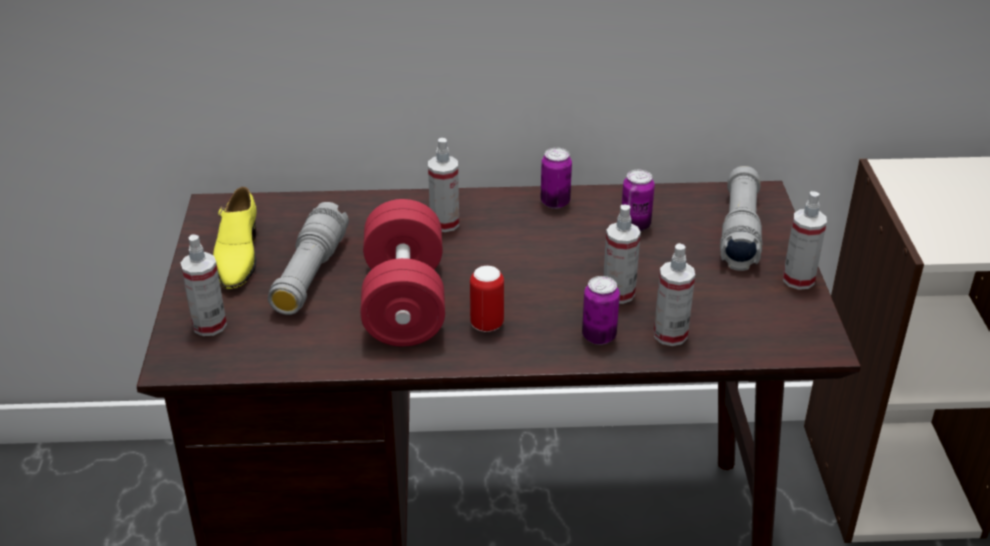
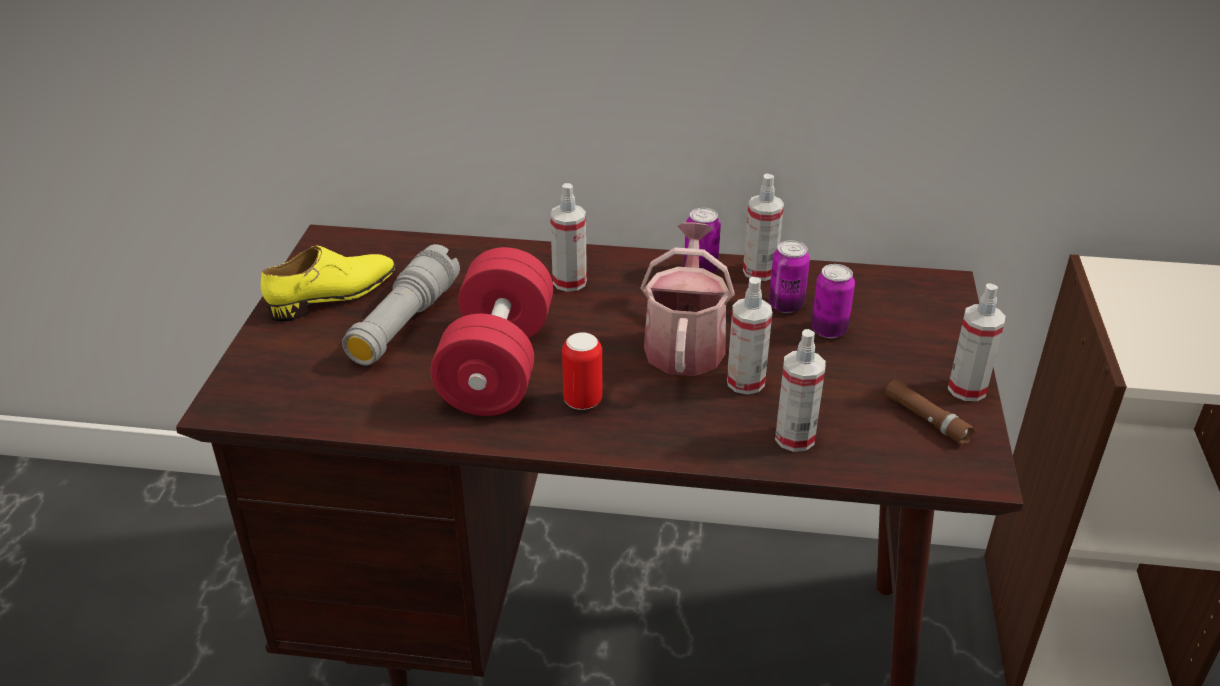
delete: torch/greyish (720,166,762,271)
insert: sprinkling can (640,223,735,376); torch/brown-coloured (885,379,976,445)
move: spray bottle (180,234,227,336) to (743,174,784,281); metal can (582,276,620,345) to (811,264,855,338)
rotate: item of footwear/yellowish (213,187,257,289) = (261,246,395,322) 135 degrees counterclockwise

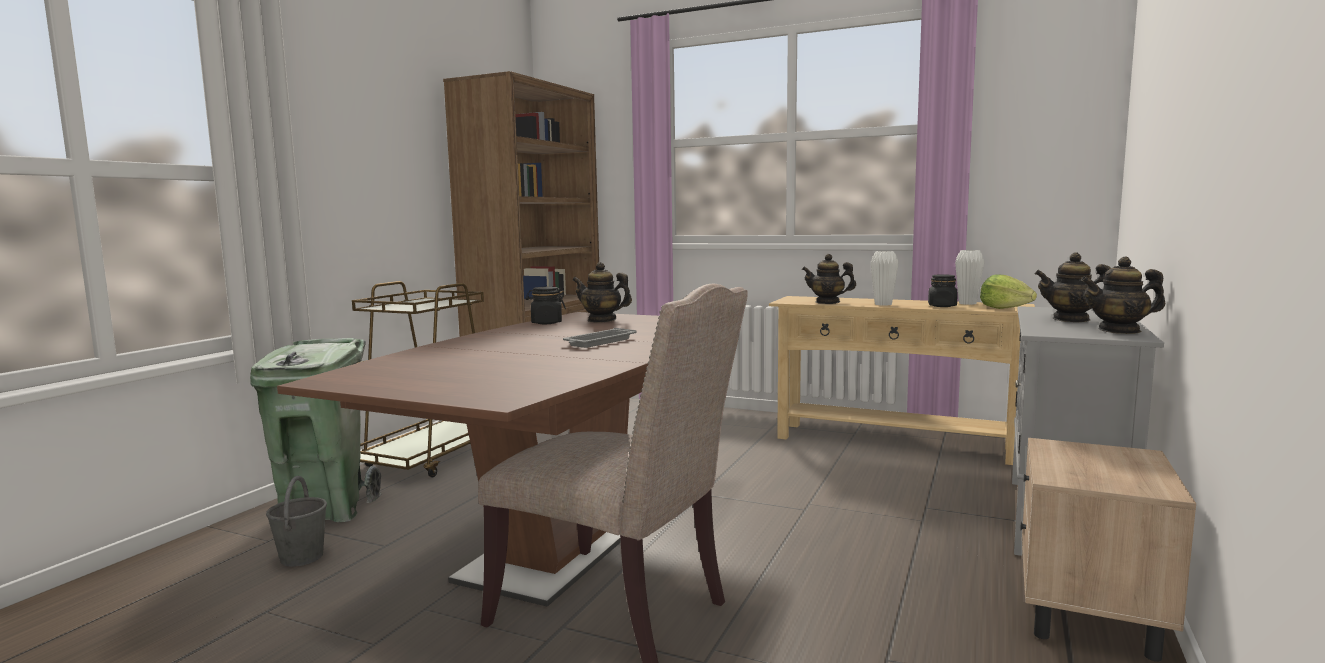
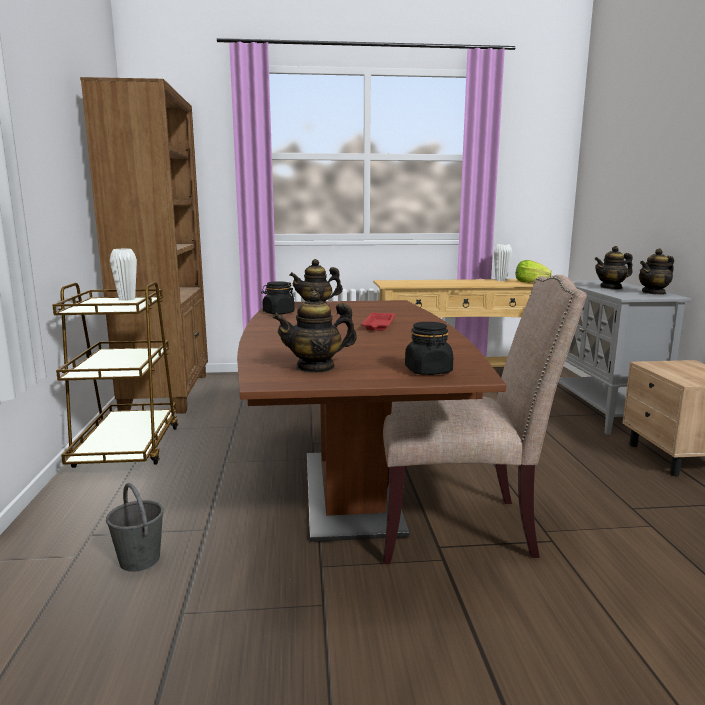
delete: rubbish bin/green (250,338,381,522)
move: vase/white (871,251,899,306) to (110,249,137,301); teapot (802,254,856,304) to (273,291,357,373); preserve jar/black-coloured (928,274,958,307) to (405,322,453,375)
recolor: tray/greyish (563,328,637,348) to tray/red-coloured (362,313,396,331)

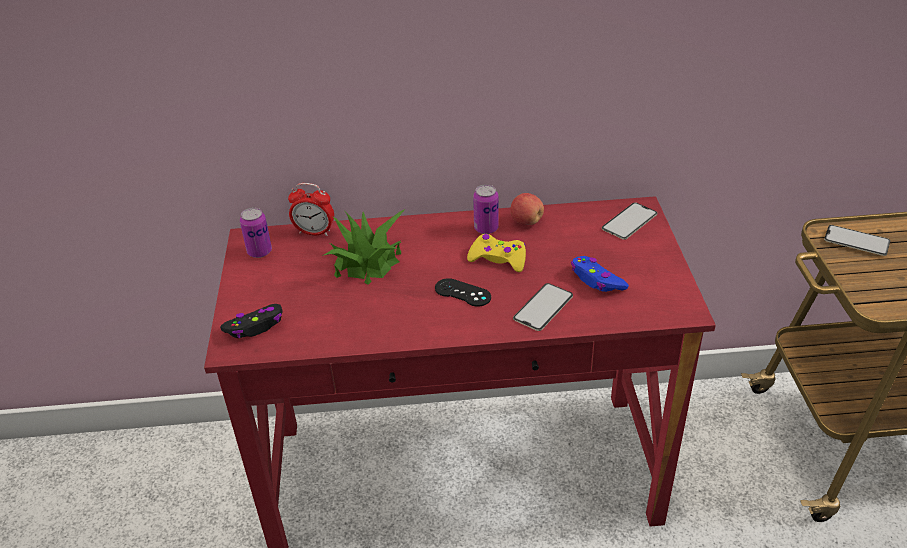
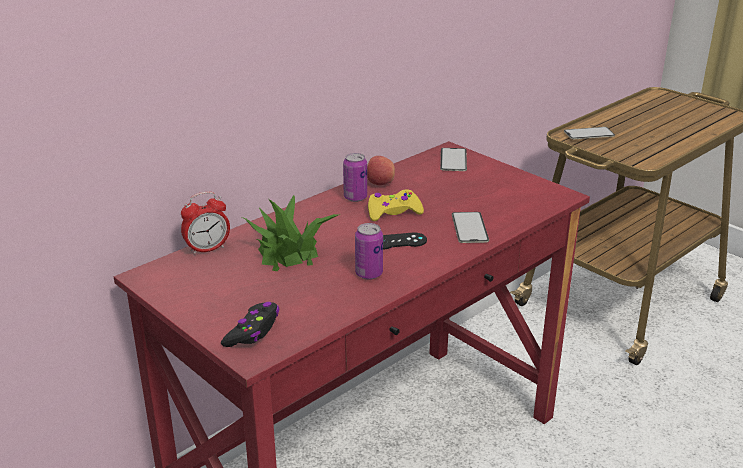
delete: gamepad/blue-coloured (571,256,629,292)
move: metal can (240,208,272,258) to (355,223,383,280)

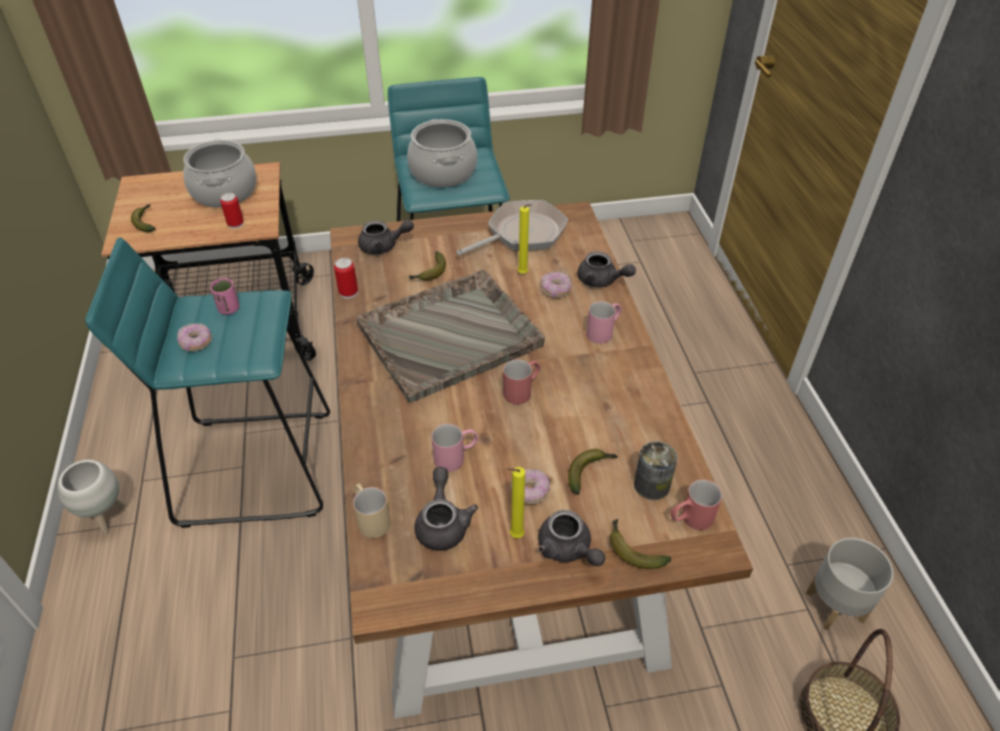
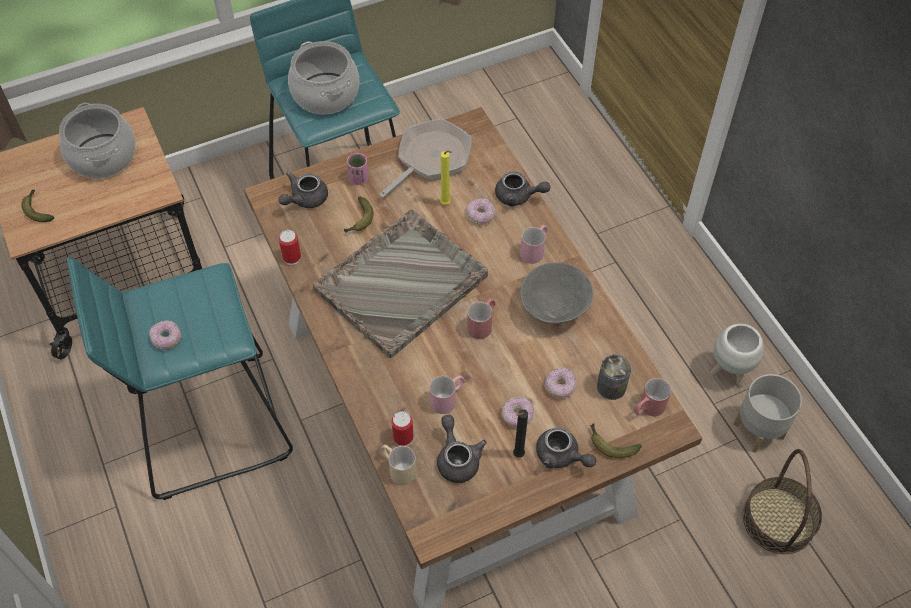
insert: serving bowl/greyish (520,262,593,324)
move: metal can (220,193,244,229) to (391,411,414,446); drinking cup/pinkish (210,278,240,315) to (347,153,368,185); planter/white (58,460,126,535) to (711,323,764,387)
replace: banana (568,449,618,495) to doughnut (545,367,577,398)
recolor: wax light/yellowish (507,467,525,538) to wax light/black-coloured (513,409,528,458)
rotate: teapot/greyish (358,220,414,255) = (278,172,328,208) 150 degrees clockwise

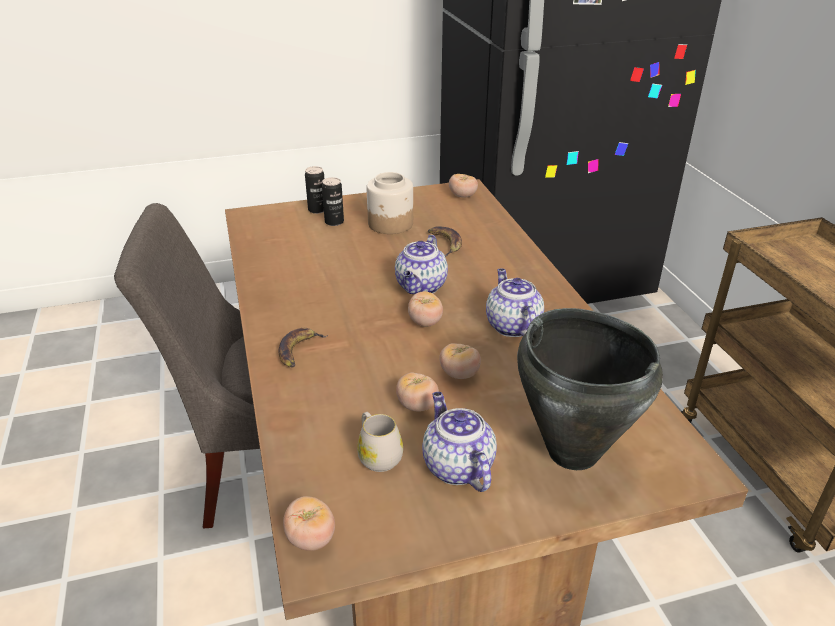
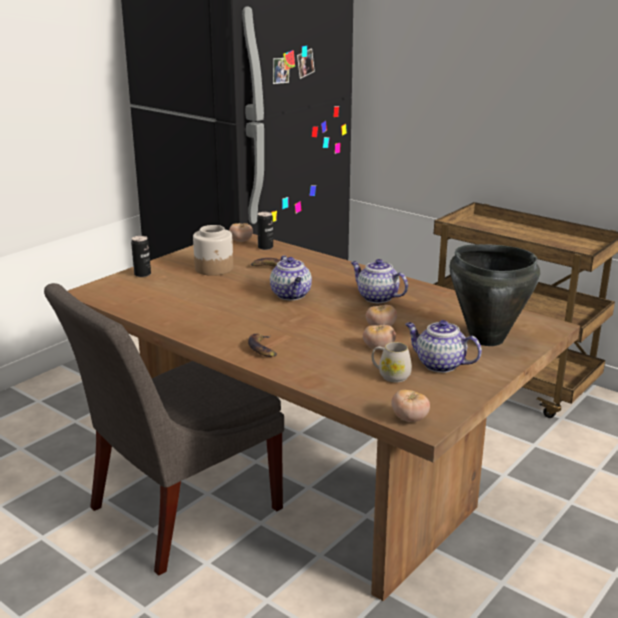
delete: whole tomato (408,291,443,327)
move: metal can (322,177,344,226) to (257,212,273,250)

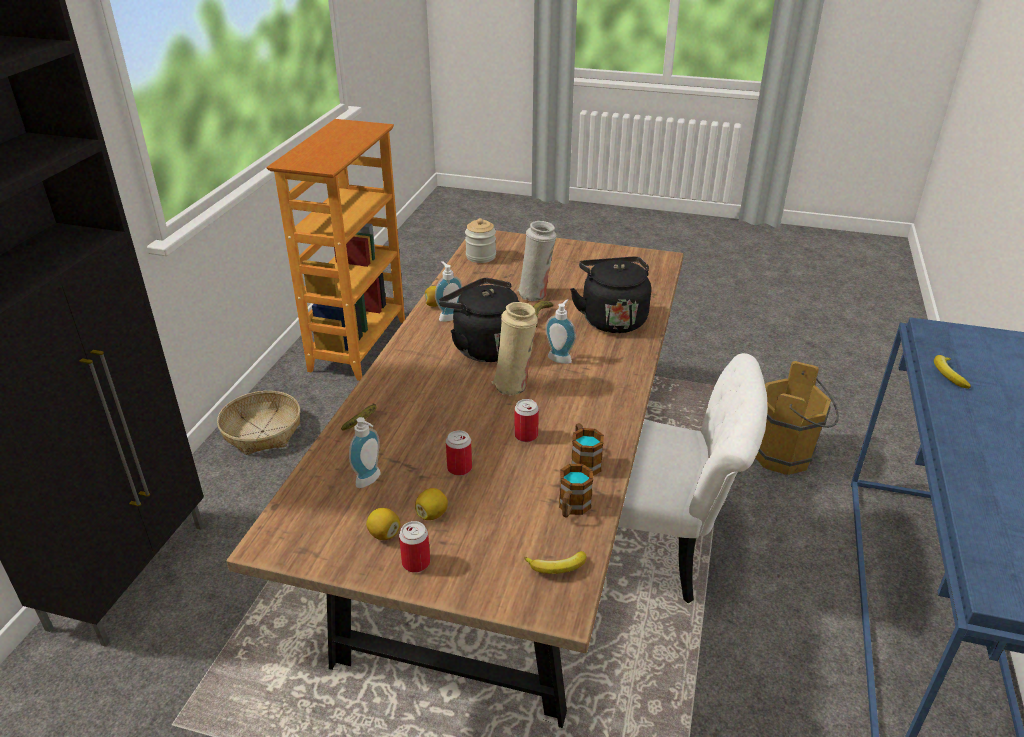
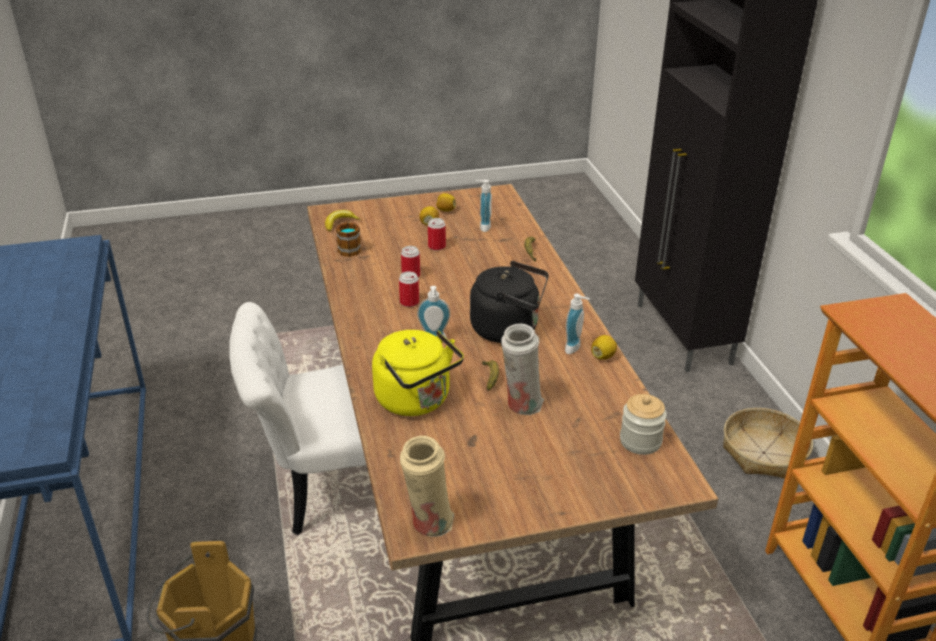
delete: banana (934,355,971,389); tea mug (571,423,604,476)
move: vase/beige (491,302,538,395) to (400,436,454,537); metal can (399,521,430,572) to (399,271,419,307)
recolor: water kettle/black-coloured (570,257,651,333) to water kettle/yellowish (372,330,464,416)

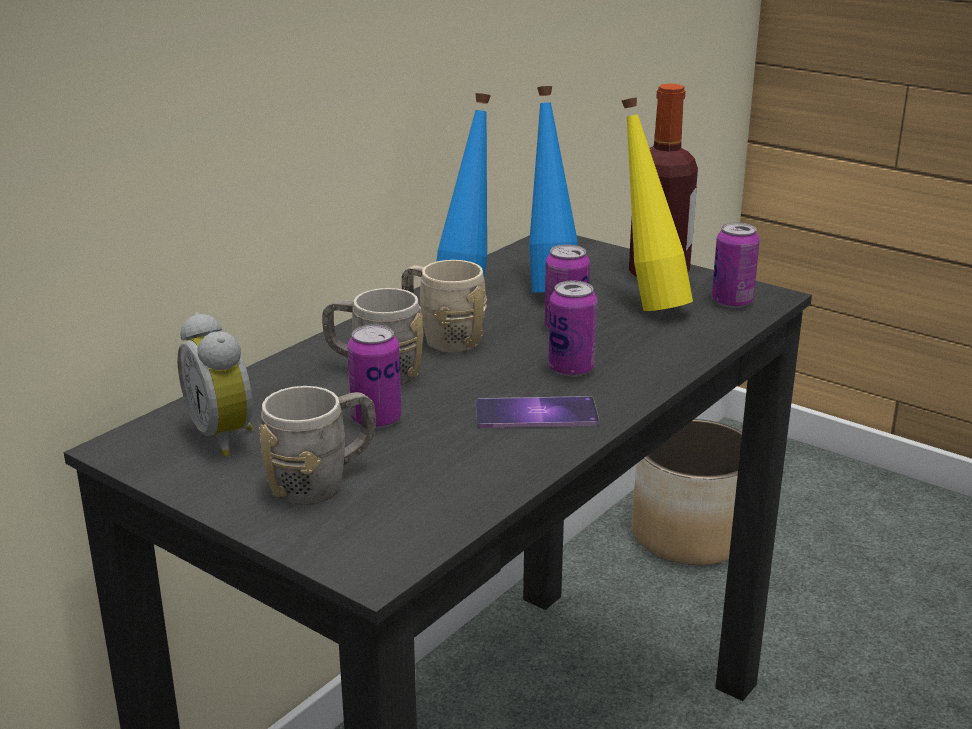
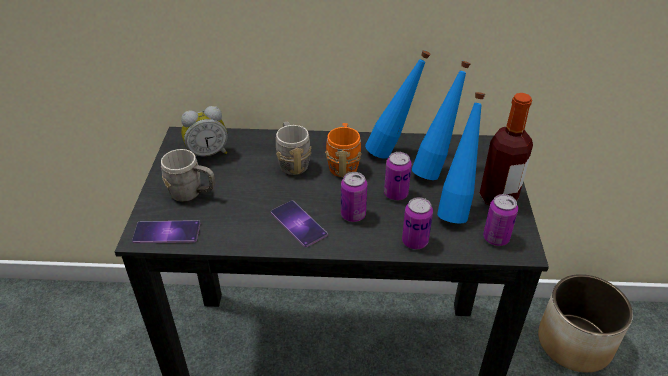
insert: telephone (132,220,200,243)
move: metal can (347,324,402,429) to (402,197,433,249)
recolor: drink bottle/yellowish (622,97,693,311) to drink bottle/blue-coloured (437,92,485,224); tea mug/beige (402,260,487,353) to tea mug/orange (325,123,362,177)
rotate: bedside clock (177,312,253,457) = (181,106,228,156) 135 degrees counterclockwise

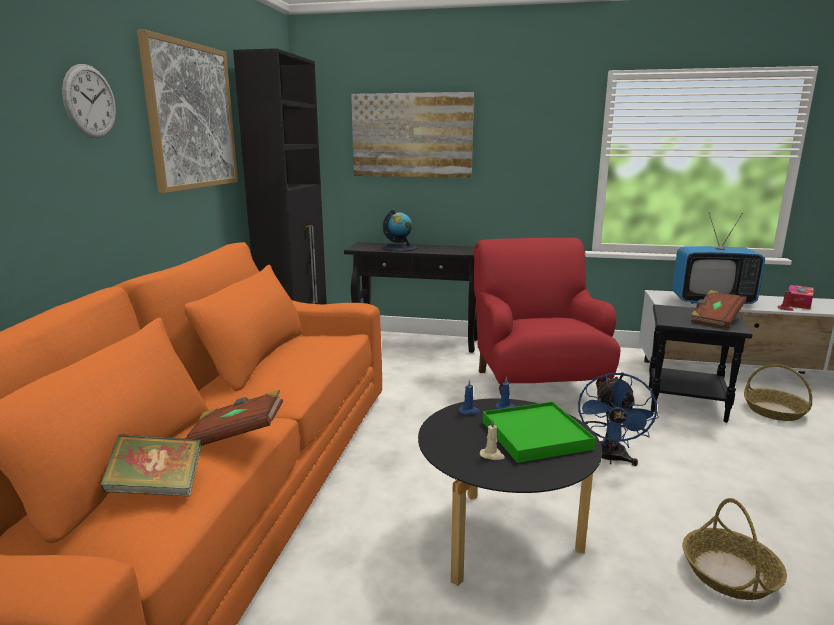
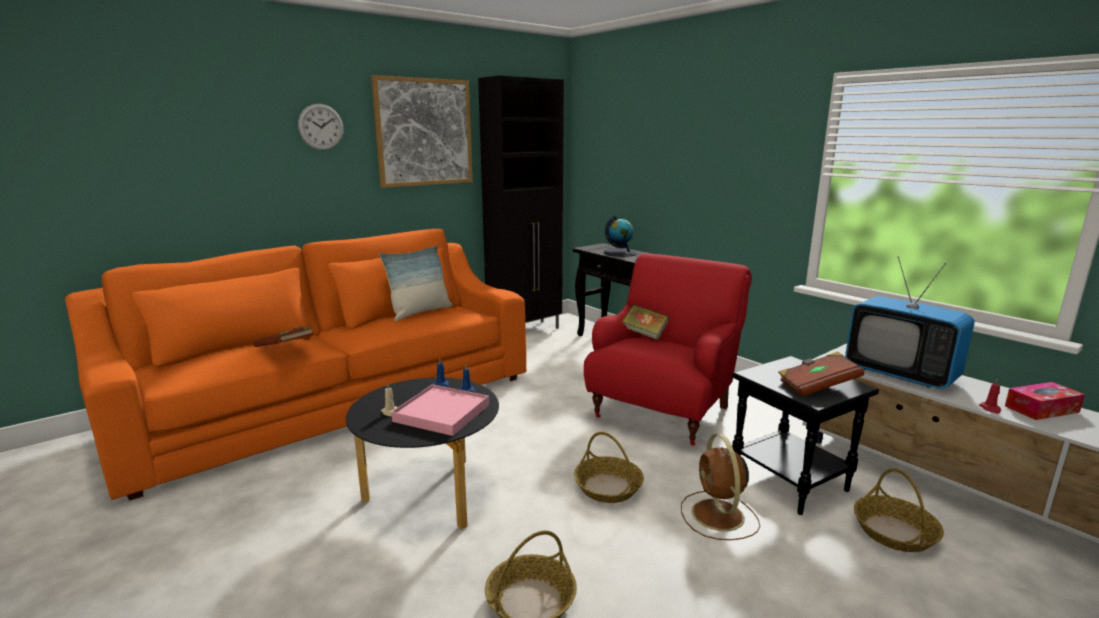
delete: wall art (351,92,474,178)
insert: cushion (379,245,452,321); fan/brown-coloured (681,434,760,540)
move: volume (101,434,201,496) to (622,304,669,340)
replace: fan/blue-coloured (578,372,659,466) to household basket (574,432,644,503)
recolor: tray/green (483,402,596,463) to tray/pinkish (391,384,489,436)

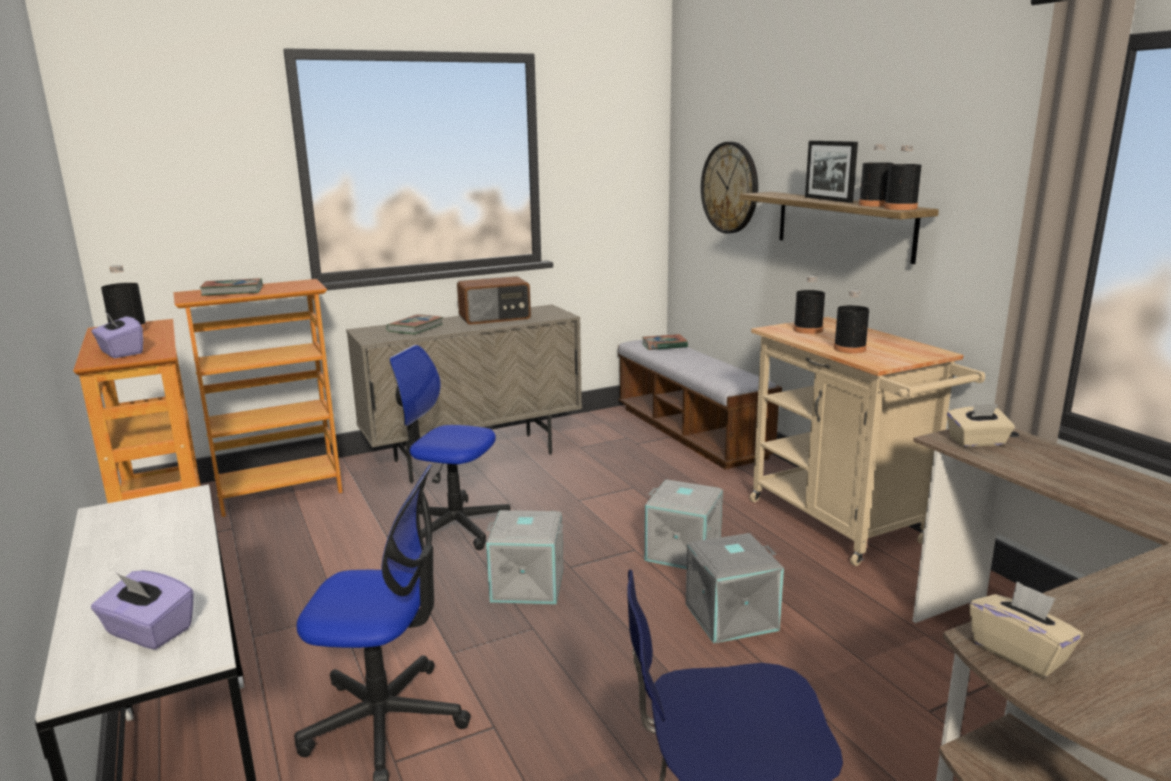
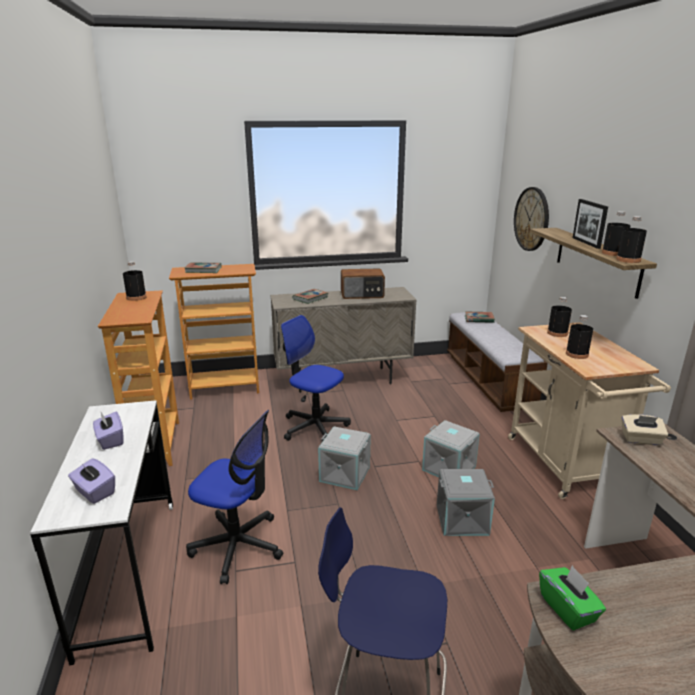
move: box of tissues/purple-coloured (91,312,143,358) to (93,412,124,450)
recolor: box of tissues/beige (969,581,1083,678) to box of tissues/green (539,565,606,631)

